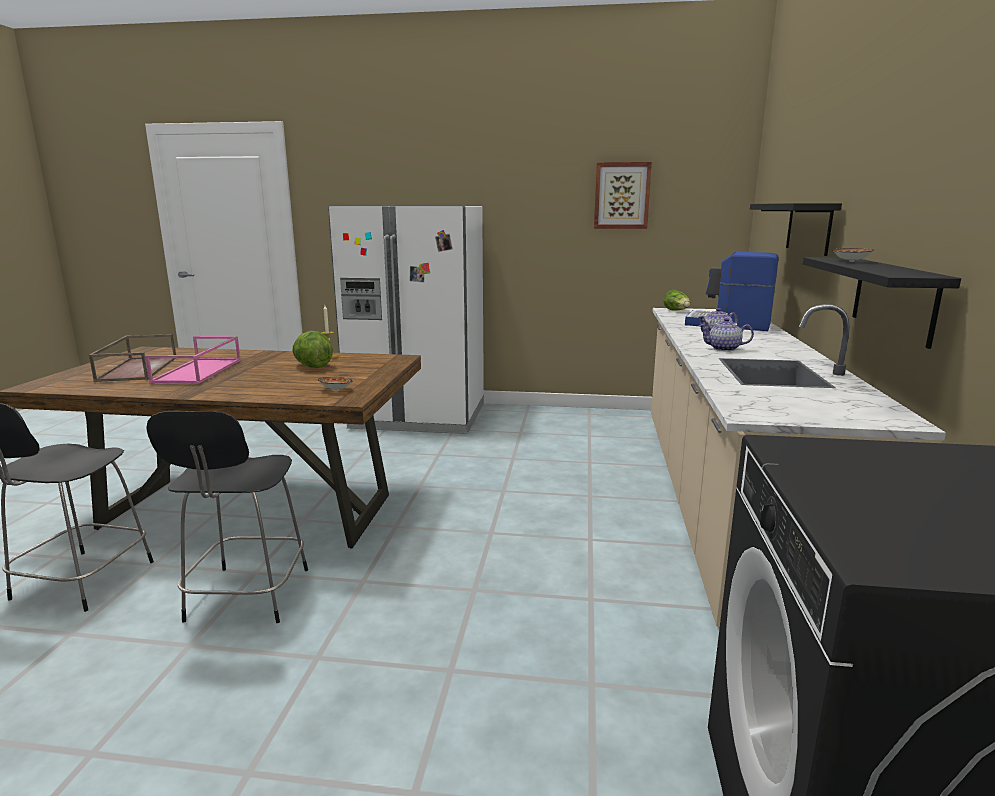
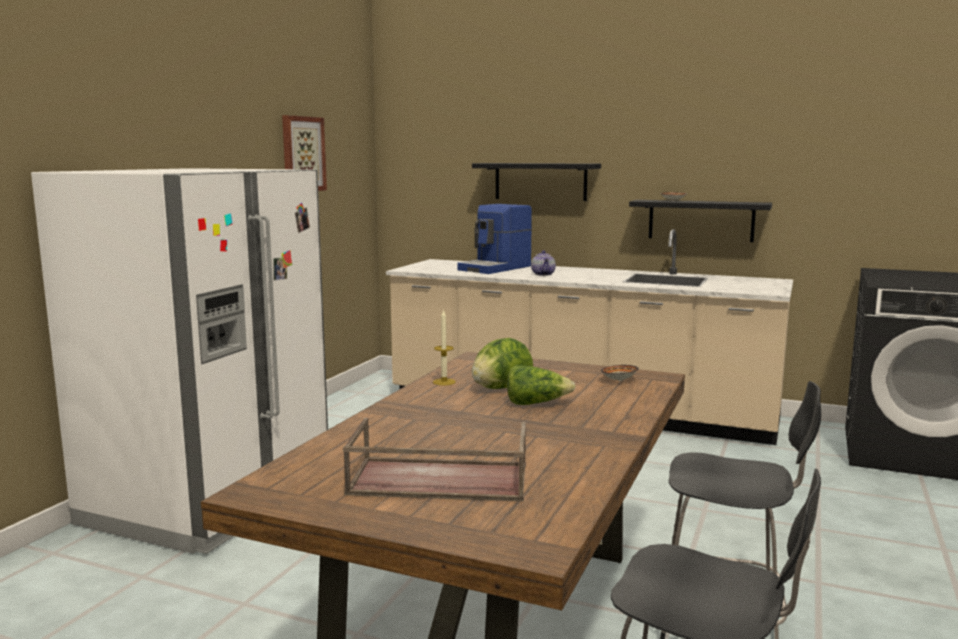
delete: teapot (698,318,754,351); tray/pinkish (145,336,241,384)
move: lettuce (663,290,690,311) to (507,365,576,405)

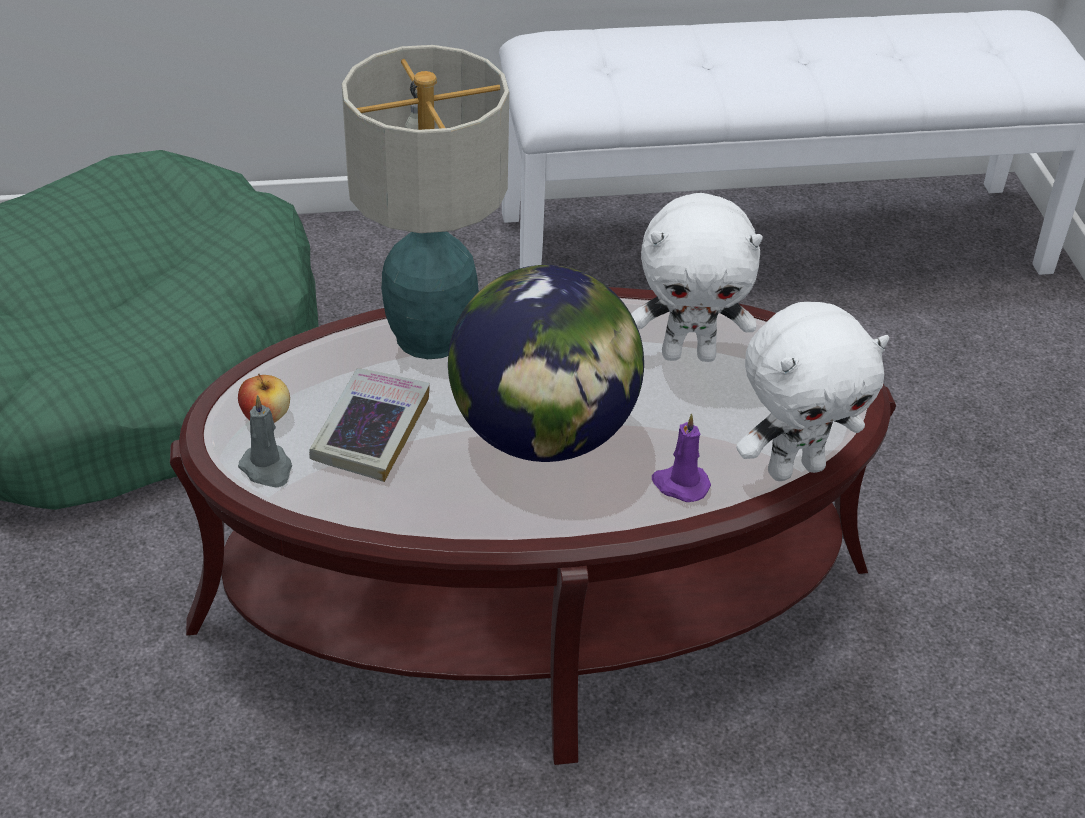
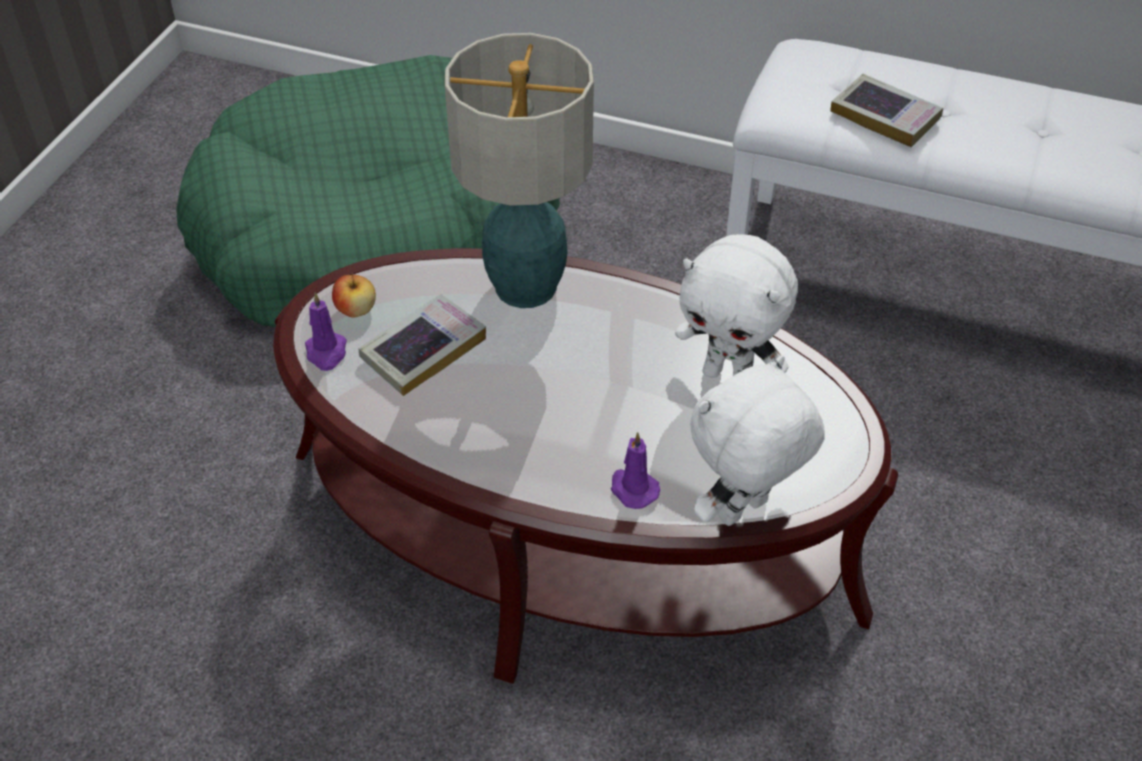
delete: desk globe (448,265,644,462)
insert: volume (830,74,943,147)
recolor: wax light/greyish (238,395,292,488) to wax light/purple-coloured (305,292,347,371)
rotate: soft toy/white (736,302,889,481) = (690,355,825,526) 135 degrees clockwise

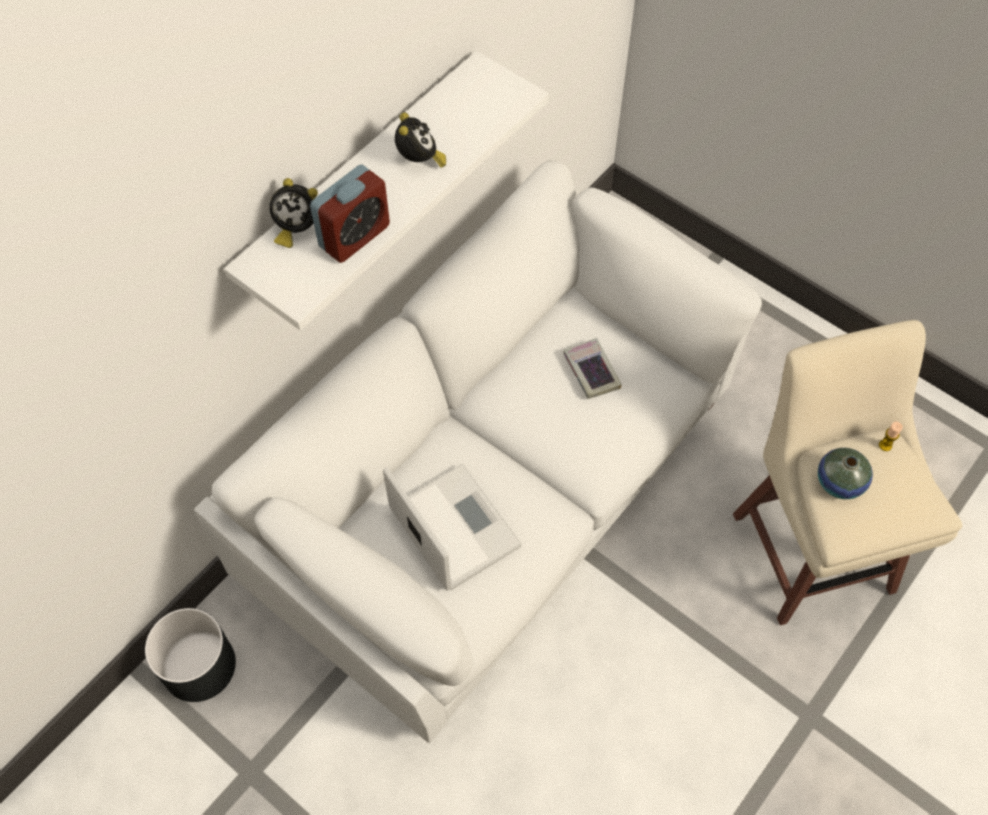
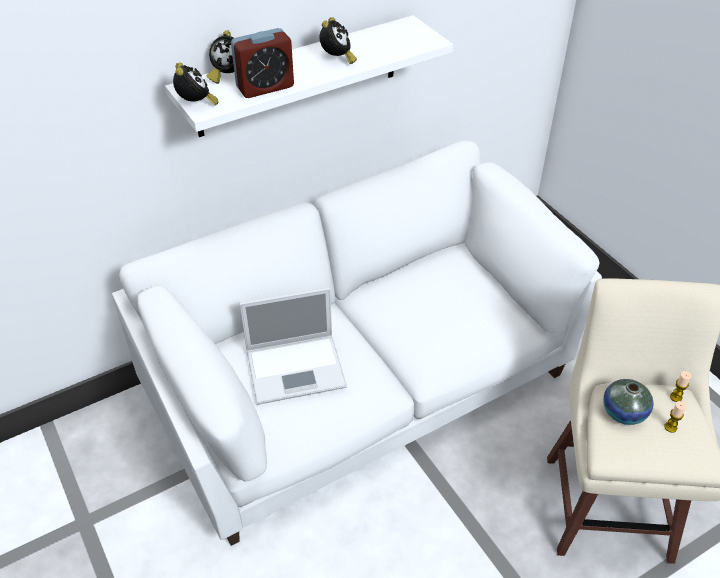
delete: volume (563,338,622,399); planter/black-coloured (145,608,236,702)
insert: bedside clock (173,62,218,106); wax light (664,401,686,433)
rotate: laptop (383,464,522,591) = (239,287,347,405) 90 degrees clockwise

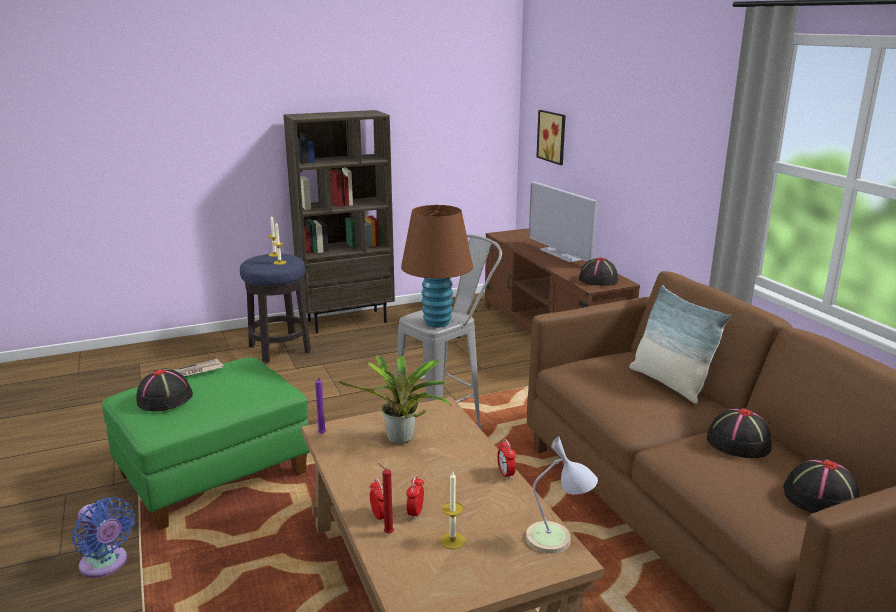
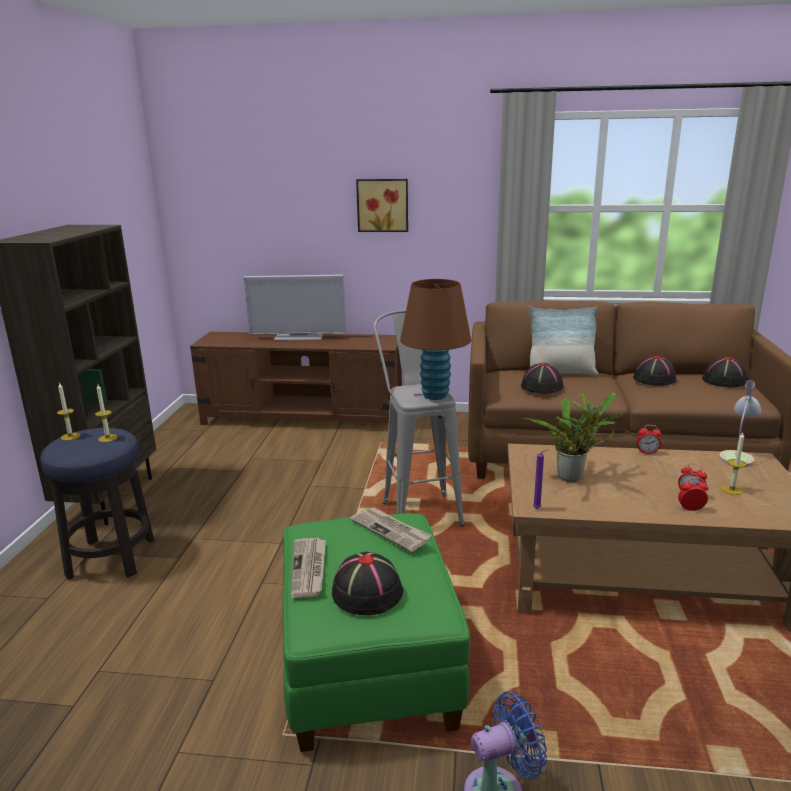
delete: wax light/red-coloured (378,463,394,534)
insert: daily paper (350,507,431,552)
move: wall art (536,110,566,165) to (356,179,408,232); wearable hat/black-coloured (579,258,618,286) to (521,363,563,394)

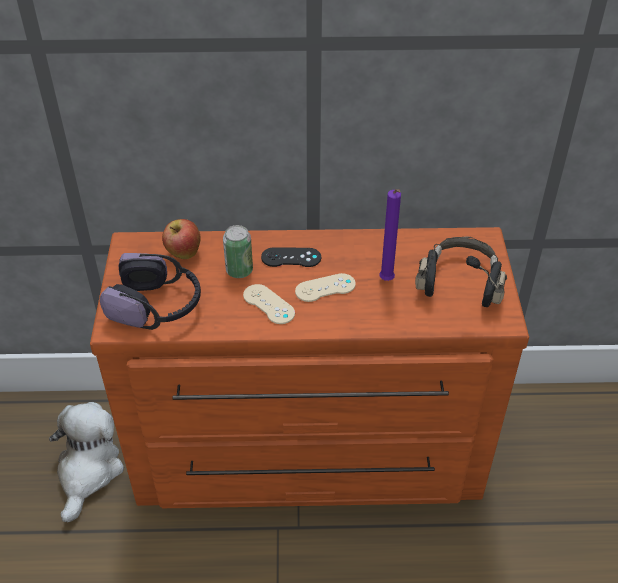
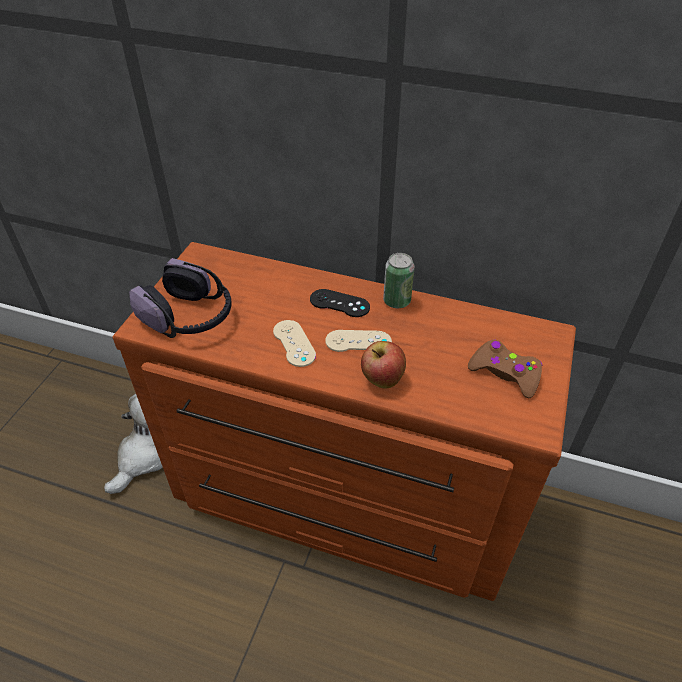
delete: wax light/purple-coloured (379,189,401,281)
move: apple (162,219,200,259) to (361,341,406,389); metal can (223,225,253,278) to (383,253,415,308)
replace: headset/black-coloured (415,236,507,307) to gamepad/brown-coloured (468,339,542,398)

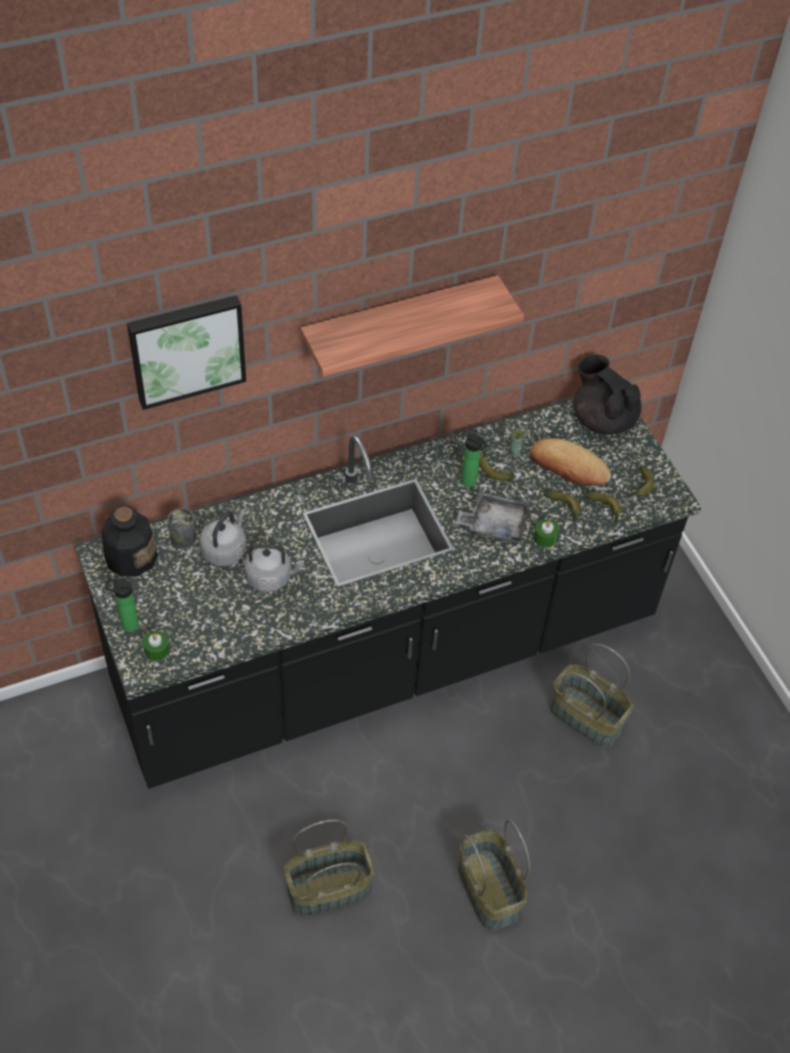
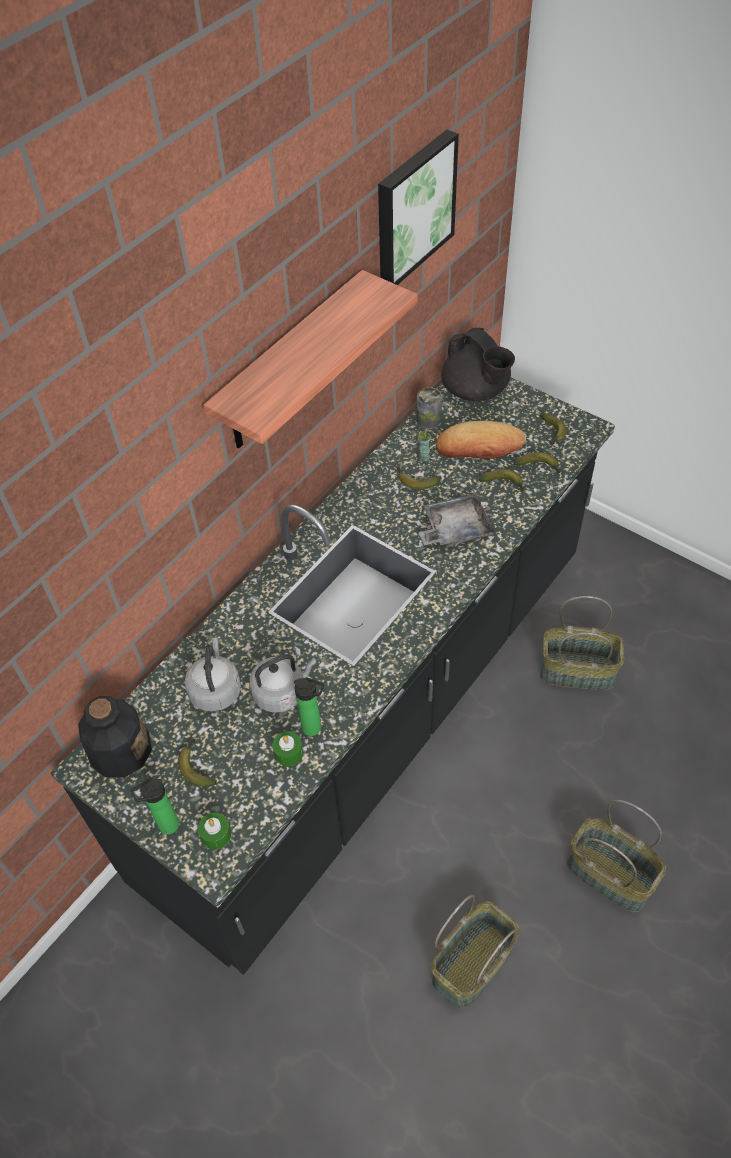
insert: banana (178,739,217,787)
move: wall art (127,295,246,410) to (378,130,459,285); drink bottle (461,432,488,487) to (294,678,324,736); metal can (168,508,196,549) to (417,387,442,429); wax light/green (534,519,559,547) to (272,731,303,766)
rotate: teapot/black-coloured (574,355,642,435) = (441,328,515,402) 150 degrees counterclockwise

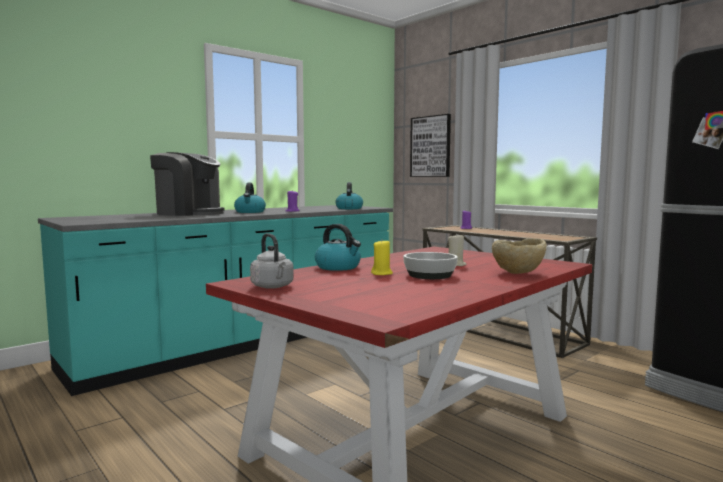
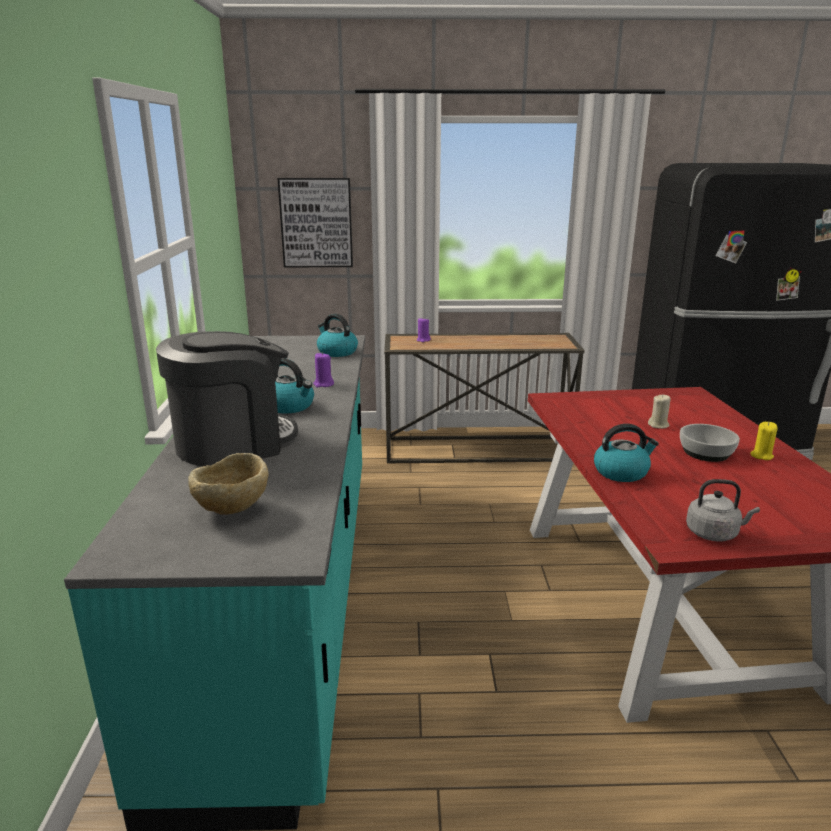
move: serving bowl/beige (492,238,547,274) to (188,453,268,515); wax light/yellowish (371,240,393,275) to (750,422,778,460)

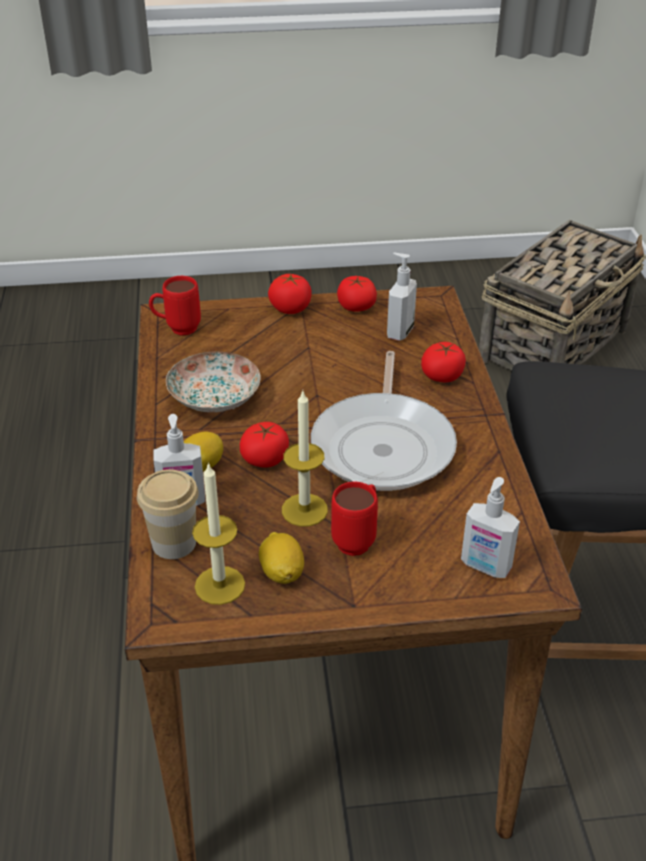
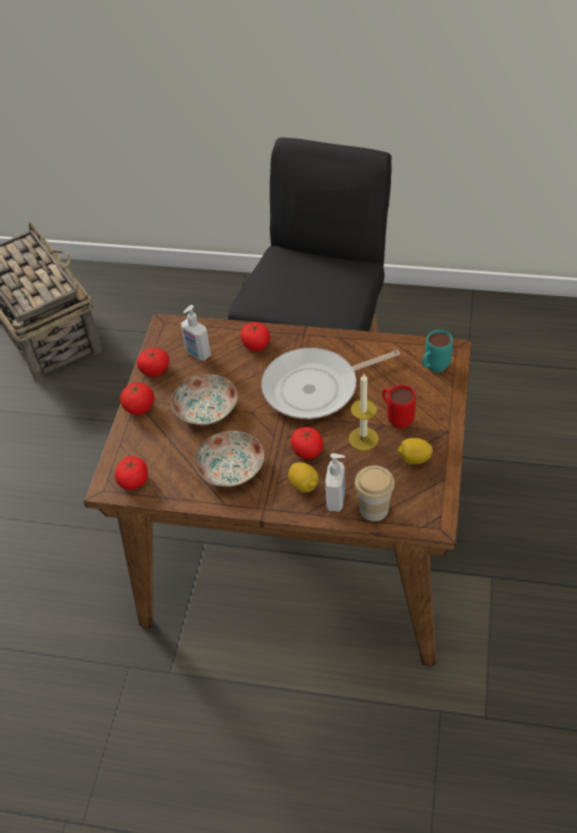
delete: wax light (192,462,245,605)
insert: flat dish (171,374,237,425)
replace: tea mug/red-coloured (149,276,201,335) to whole tomato (115,456,148,490); liquid soap bottle (461,477,520,578) to tea mug/turquoise (422,330,453,372)
rotate: frying pan (311,351,457,491) = (261,348,400,419) 135 degrees clockwise

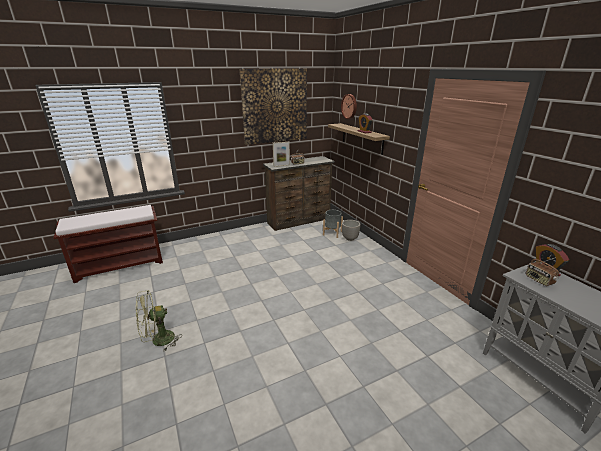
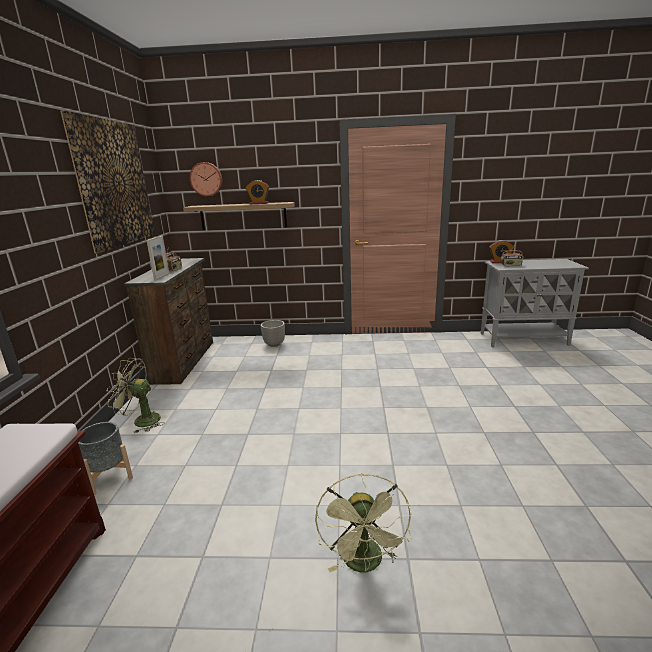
insert: fan/green (107,358,164,433)
move: planter/greyish (323,210,343,238) to (78,422,133,495)

